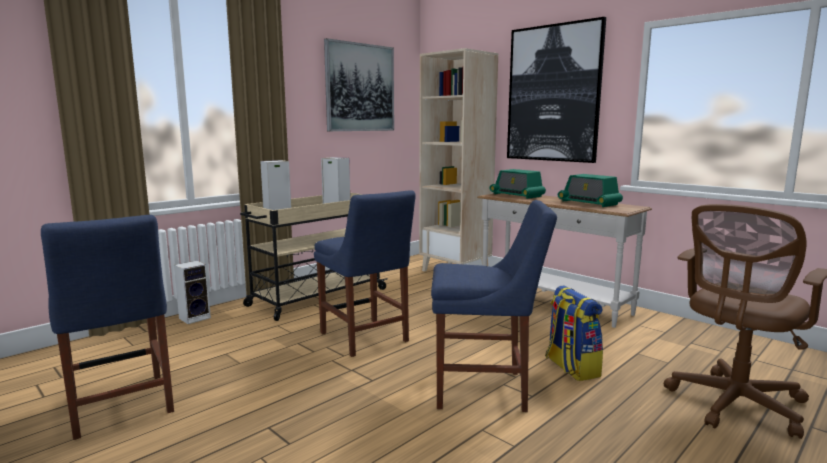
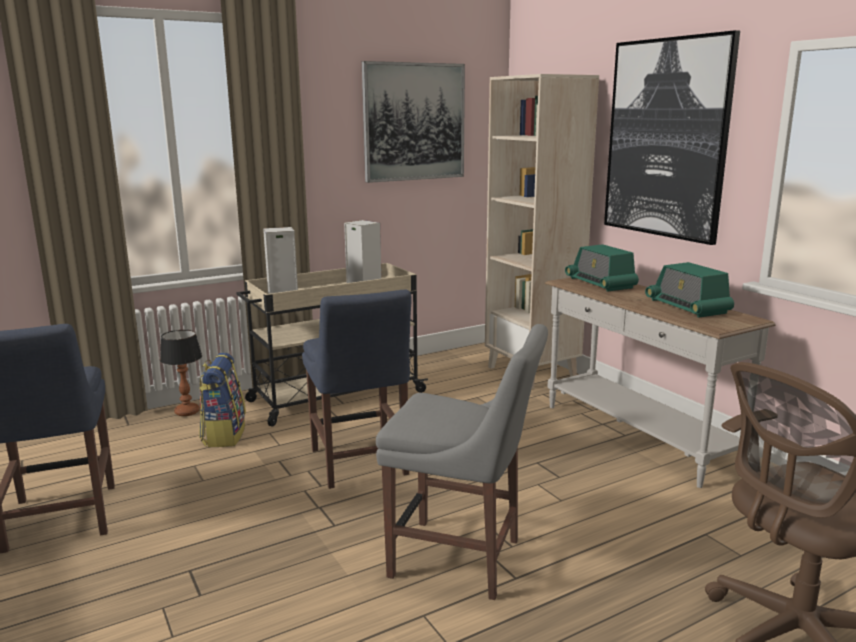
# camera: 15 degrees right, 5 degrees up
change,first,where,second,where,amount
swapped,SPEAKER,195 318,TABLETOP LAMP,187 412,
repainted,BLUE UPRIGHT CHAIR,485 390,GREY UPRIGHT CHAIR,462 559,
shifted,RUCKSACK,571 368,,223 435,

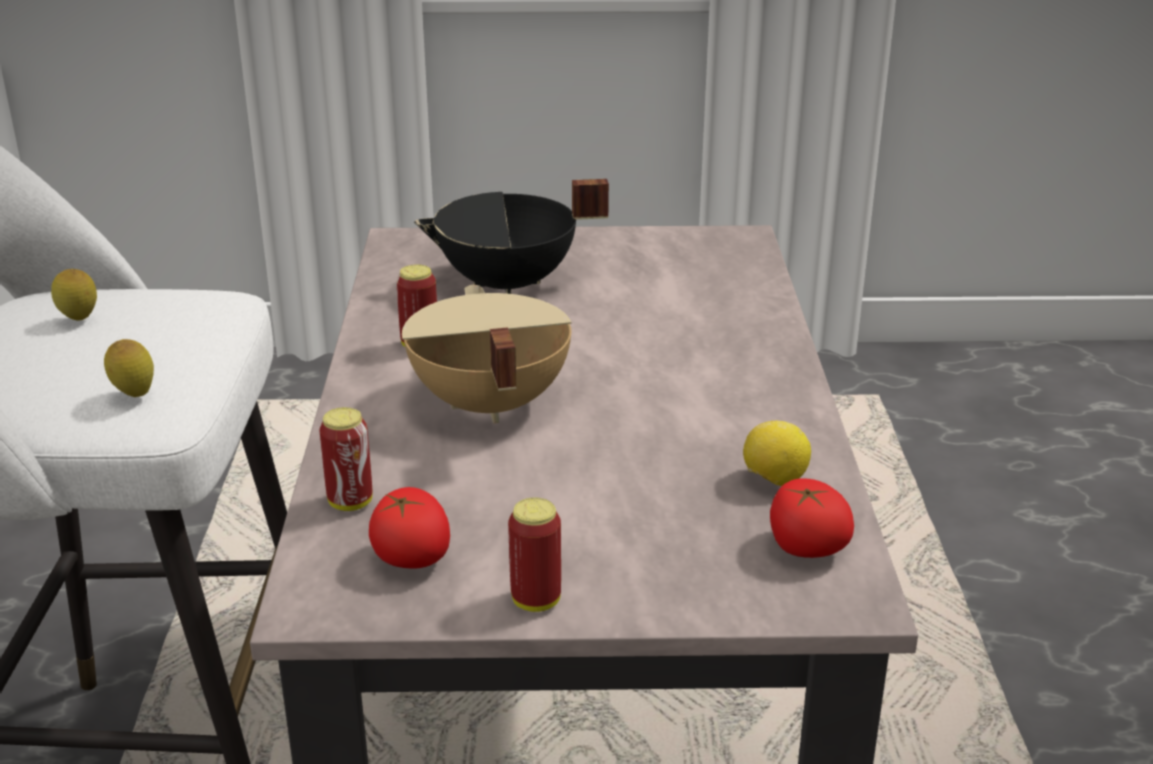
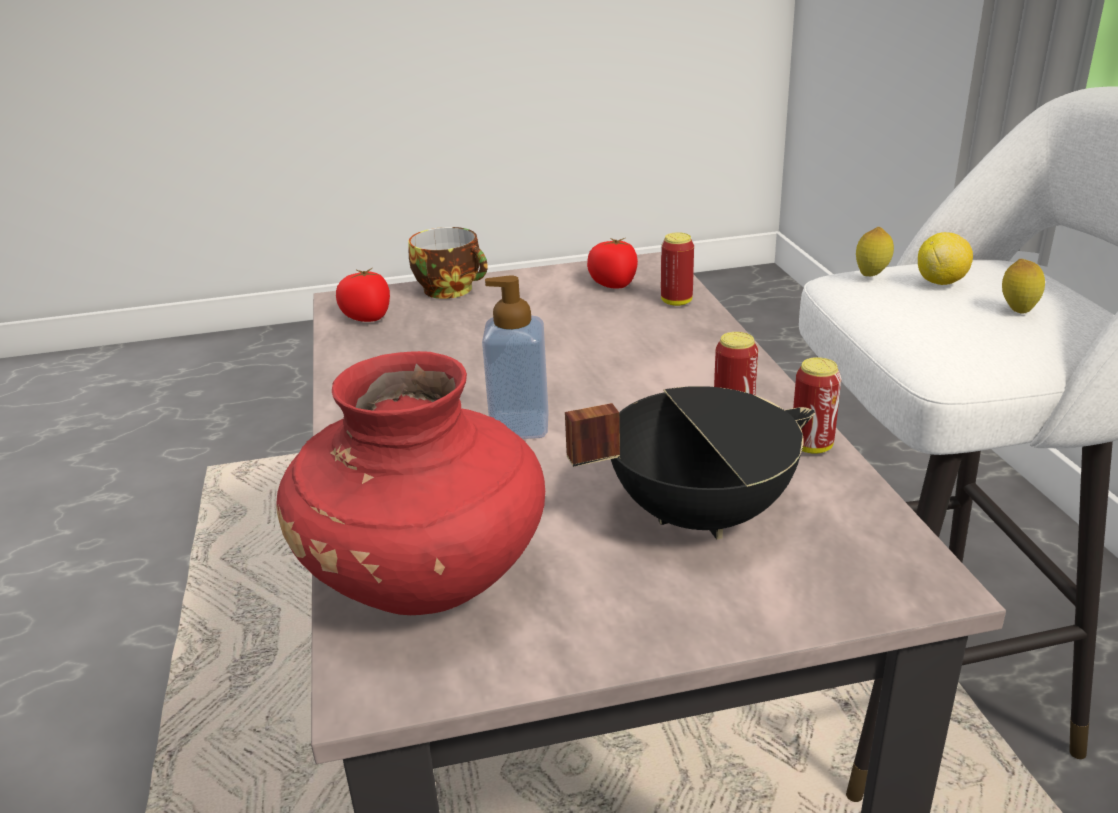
# camera: 170 degrees right, 0 degrees up
change,first,where,second,where,amount
gone,BEIGE-COLOURED STOCKPOT,487 405,,,
shifted,SEALED CAN,536 600,,811 446,
shifted,LEMON,774 480,,941 282,
new,,,RED FLOWER VASE,428 579,
new,,,SMALL CUP,452 289,
new,,,SOAP BOTTLE,520 426,

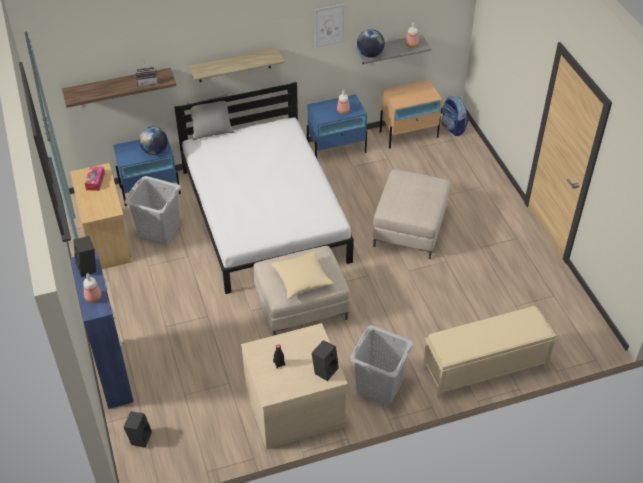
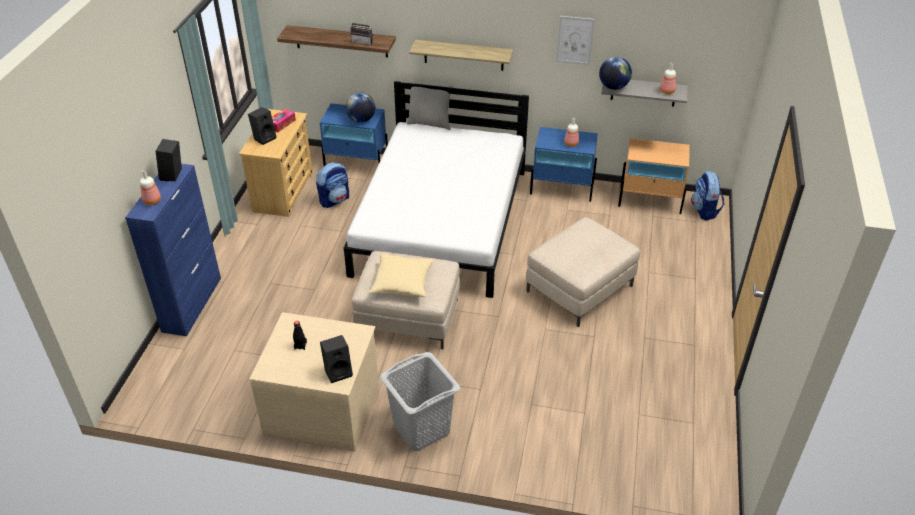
# camera: 30 degrees right, 5 degrees down
change,first,where,second,where,amount
swapped,GREY WASHING BASKET,159 231,RUCKSACK,334 200,
shifted,BLACKISH SPEAKER,139 437,,264 138,
gone,BEIGE-COLOURED BENCH,484 368,,,

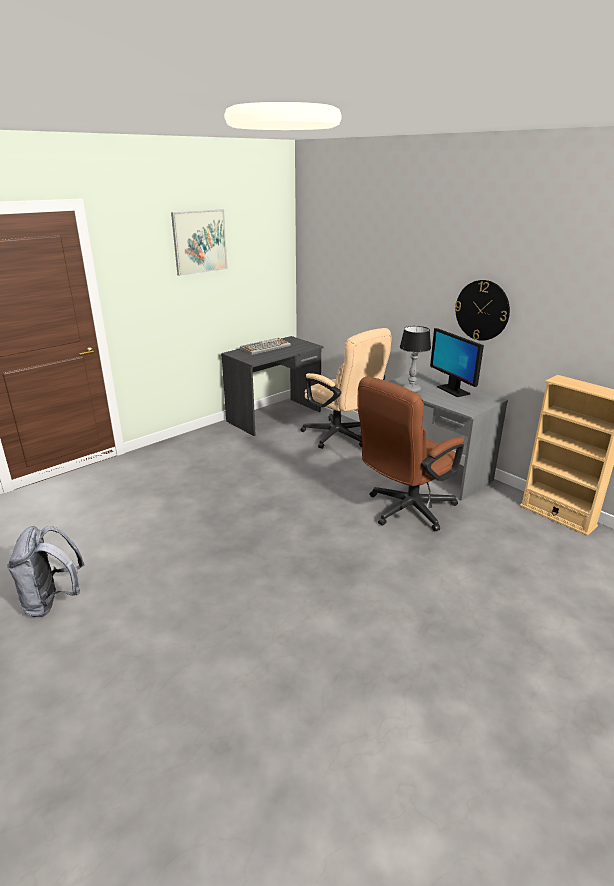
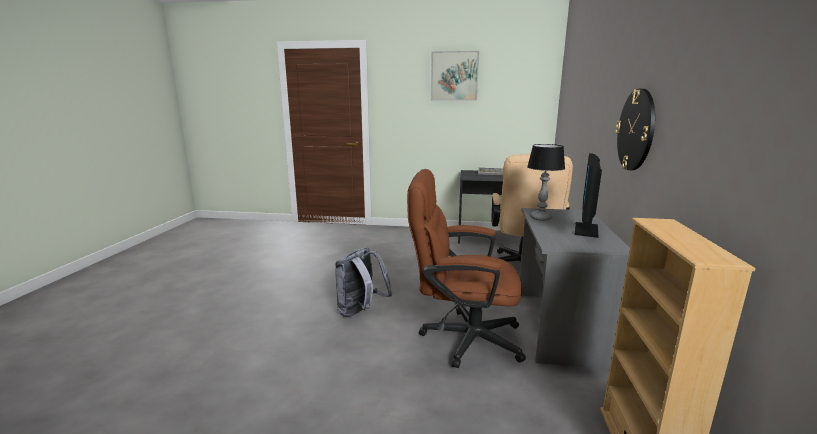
# camera: 50 degrees right, 10 degrees down
change,first,where,second,where,amount
shifted,GREY RUCKSACK,53 601,,361 312,

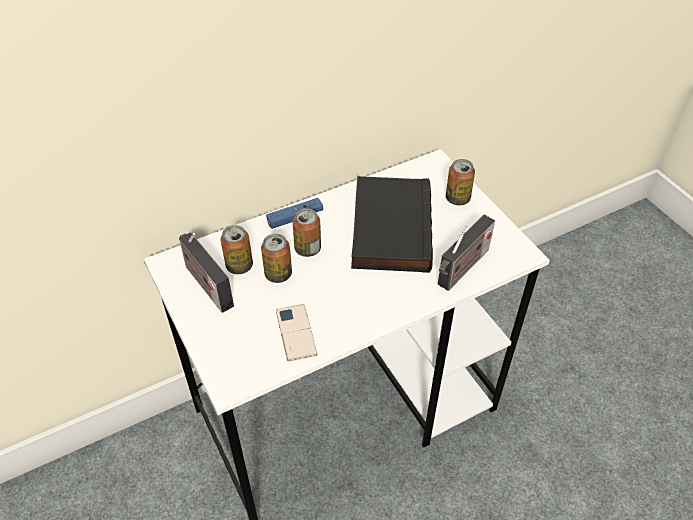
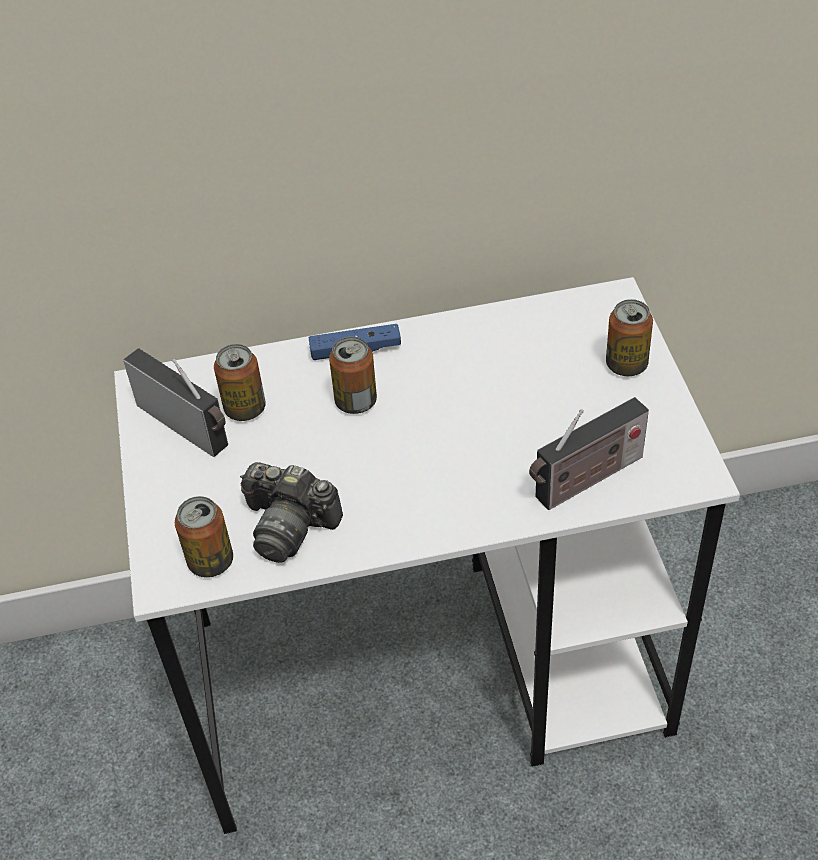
# camera: 20 degrees right, 0 degrees up
change,first,where,second,where,amount
rotated,RADIO SET,206 284,,187 427,150 degrees clockwise
shifted,SEALED CAN,278 274,,210 561,
swapped,TELEPHONE,296 332,STILL CAMERA,289 525,
gone,BLACKISH VOLUME,388 227,,,

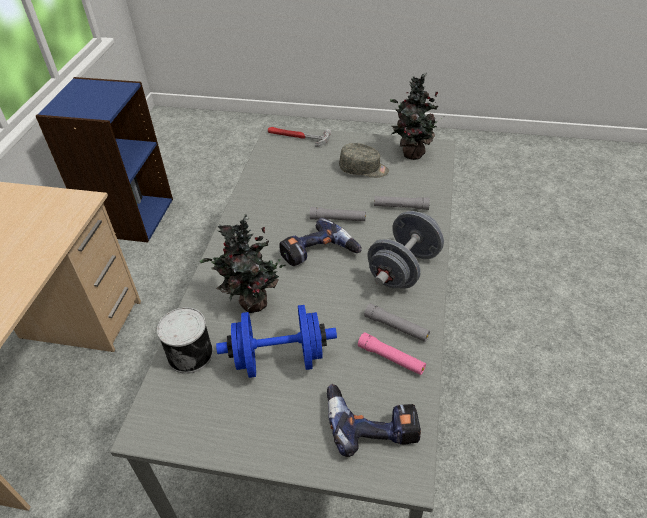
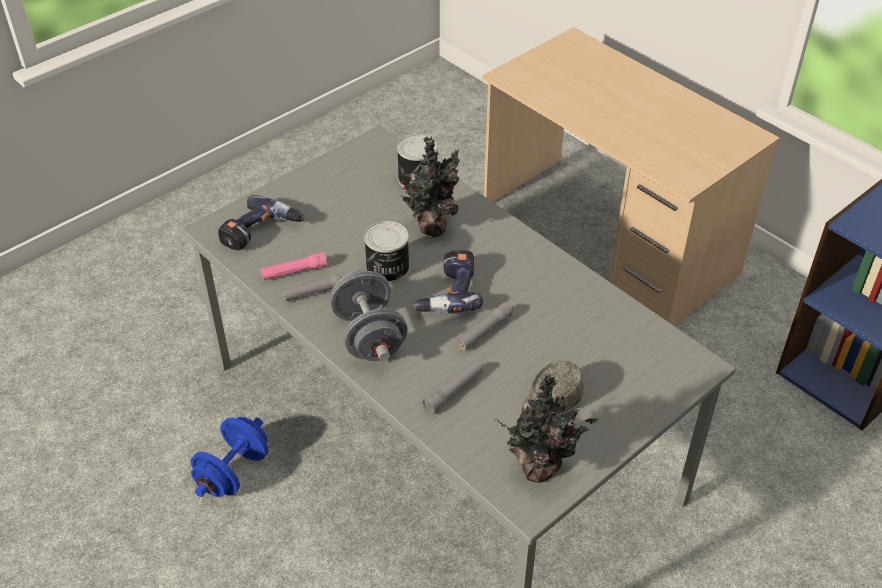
# camera: 125 degrees right, 0 degrees up
change,first,where,second,where,amount
shifted,BLUE FREE WEIGHT,279 359,,233 472,
gone,HAMMER,297 137,,,
new,,,SEALED CAN,387 269,

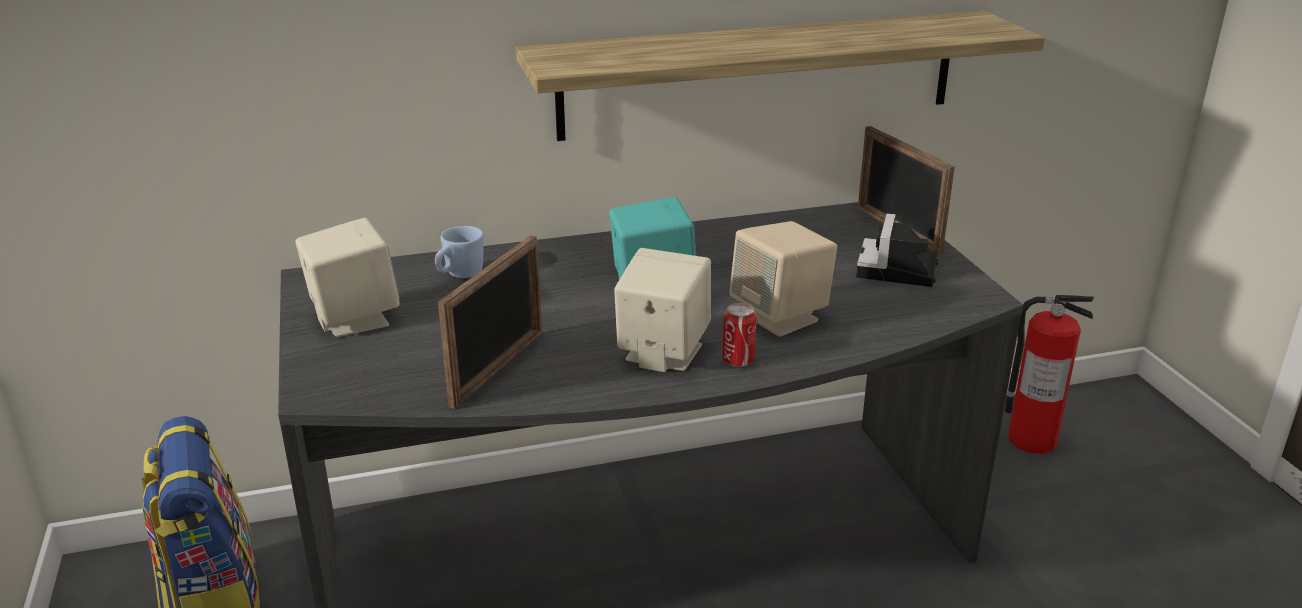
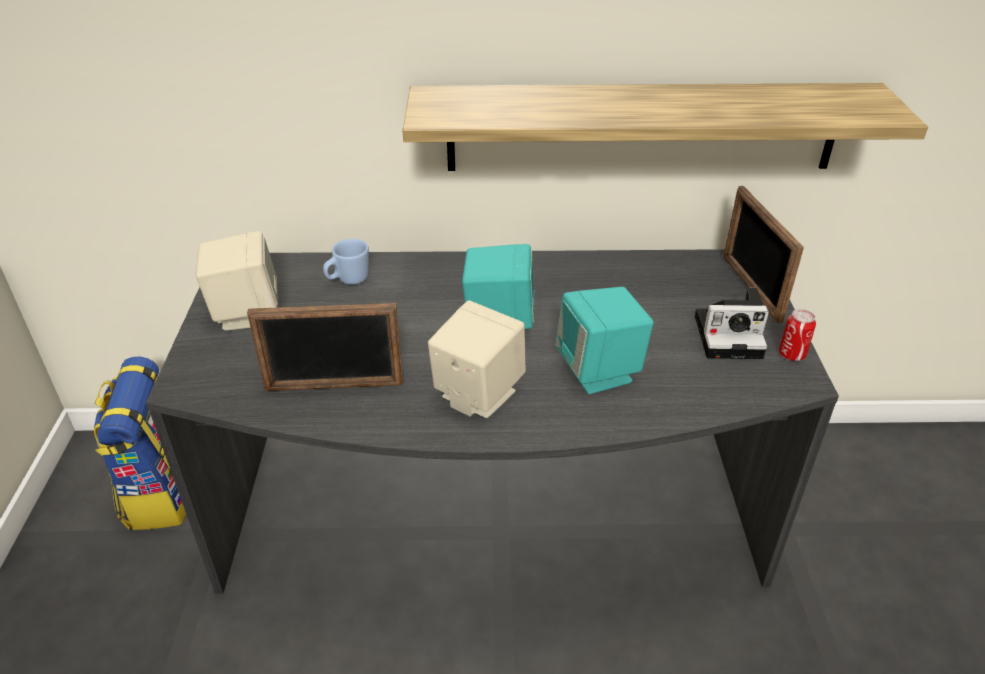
# camera: 15 degrees right, 10 degrees up
change,first,where,second,where,amount
rotated,PHOTO FRAME,498 368,,334 386,45 degrees clockwise
shifted,SEALED CAN,738 360,,792 354,
repainted,BEIGE-COLOURED SPEAKER,780 317,TURQUOISE-COLOURED SPEAKER,599 371,
rotated,STILL CAMERA,897 271,,731 336,120 degrees counterclockwise
gone,FIRE EXTINGUISHER,1030 439,,,

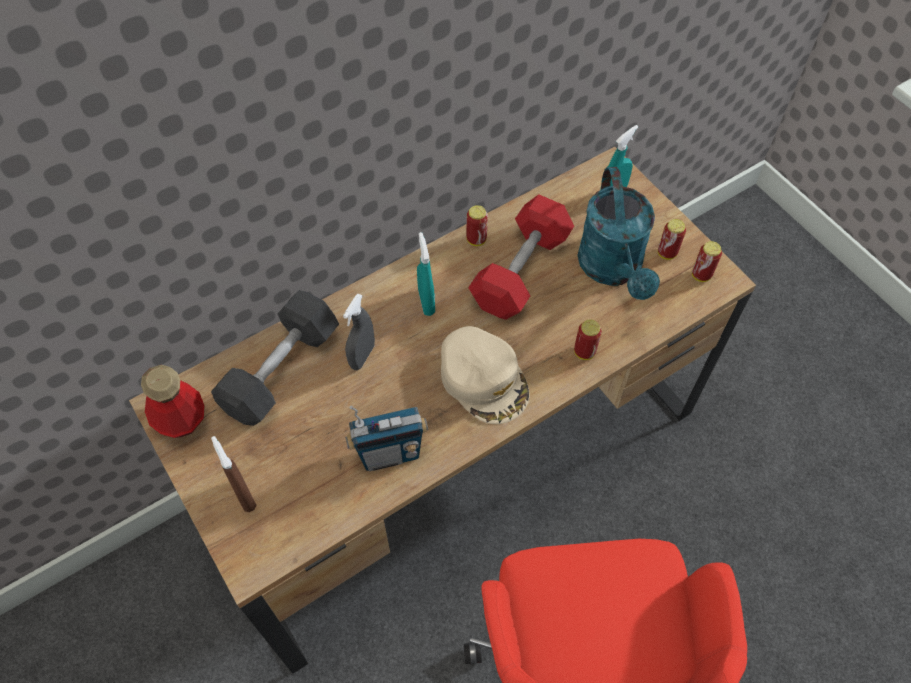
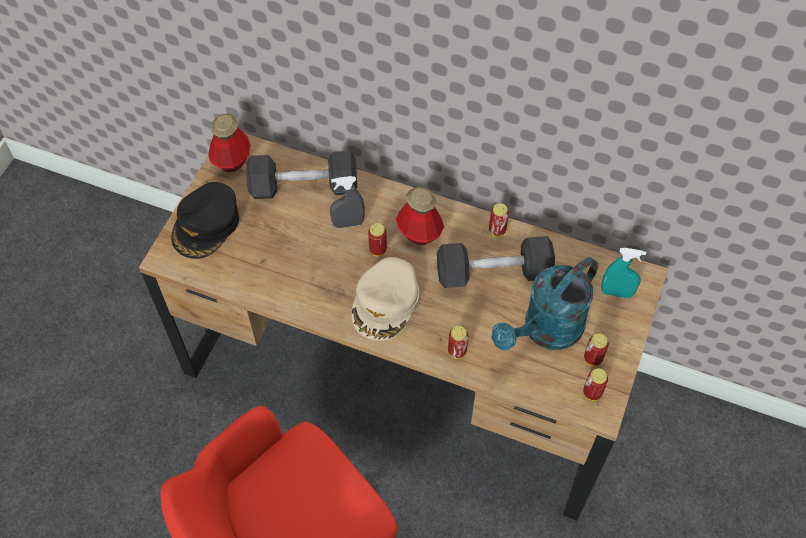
# camera: 55 degrees right, 0 degrees up
change,first,where,second,where,amount
swapped,BROWN SPRAYER,244 495,BLACKISH CAP,206 225,
gone,RADIO SET,389 453,,,
swapped,TURQUOISE-COLOURED SPRAYER,426 302,BEVERAGE BOTTLE,419 233,
repainted,RED FREE WEIGHT,520 270,GREY FREE WEIGHT,493 273,
new,,,SEALED CAN,378 250,

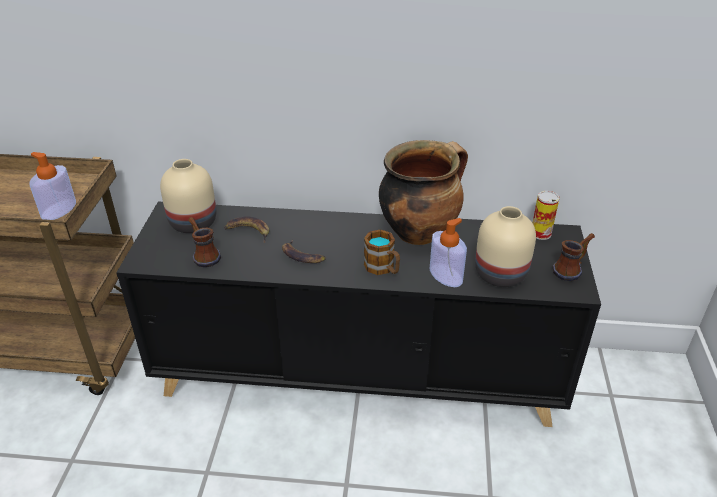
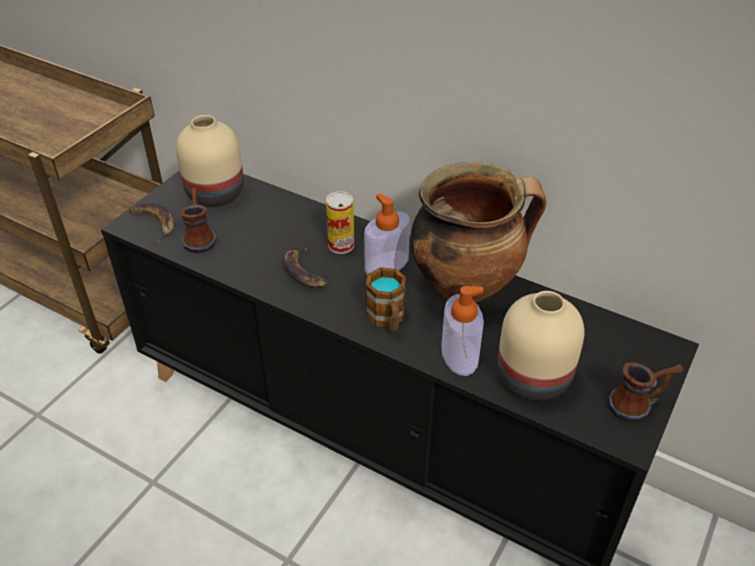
# camera: 25 degrees right, 5 degrees up
change,first,where,second,where,amount
shifted,SOAP BOTTLE,59 210,,386 264,
shifted,BANANA,248 231,,154 223,
shifted,SEALED CAN,541 233,,341 245,

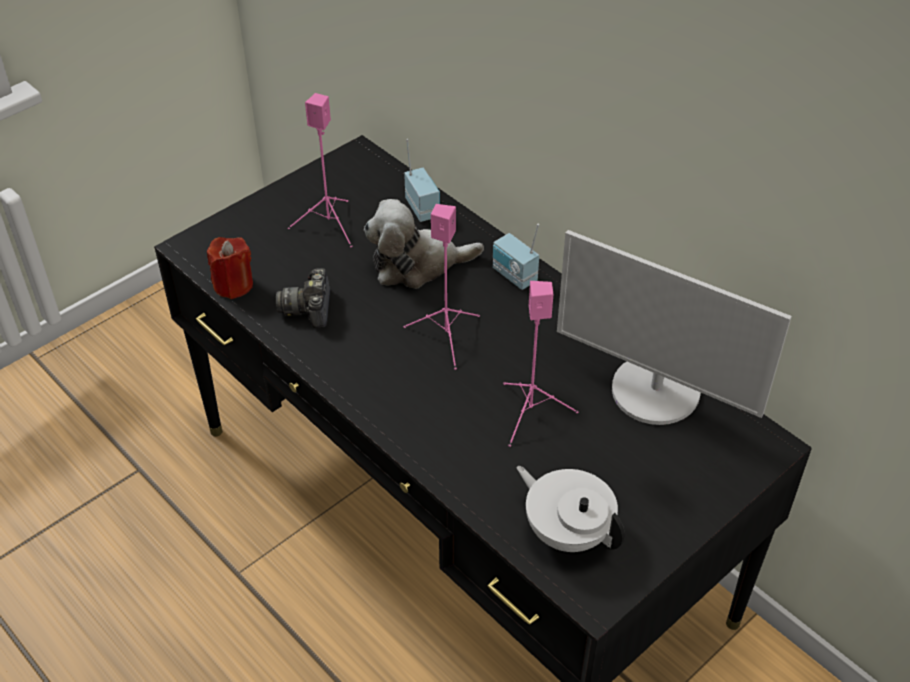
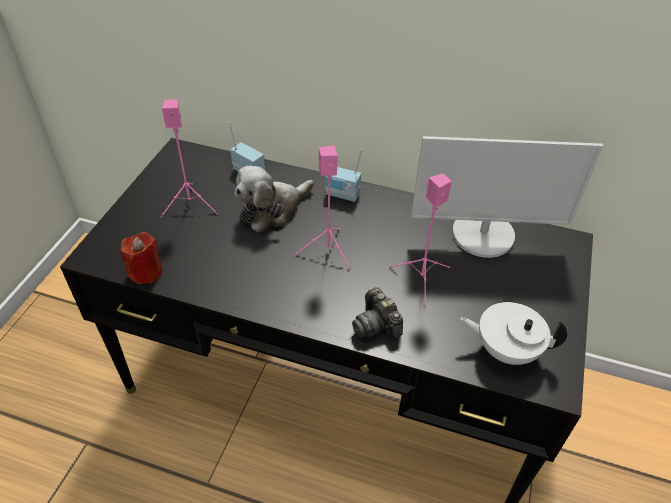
# camera: 30 degrees left, 0 degrees up
change,first,where,second,where,amount
shifted,STILL CAMERA,309 309,,376 324,

